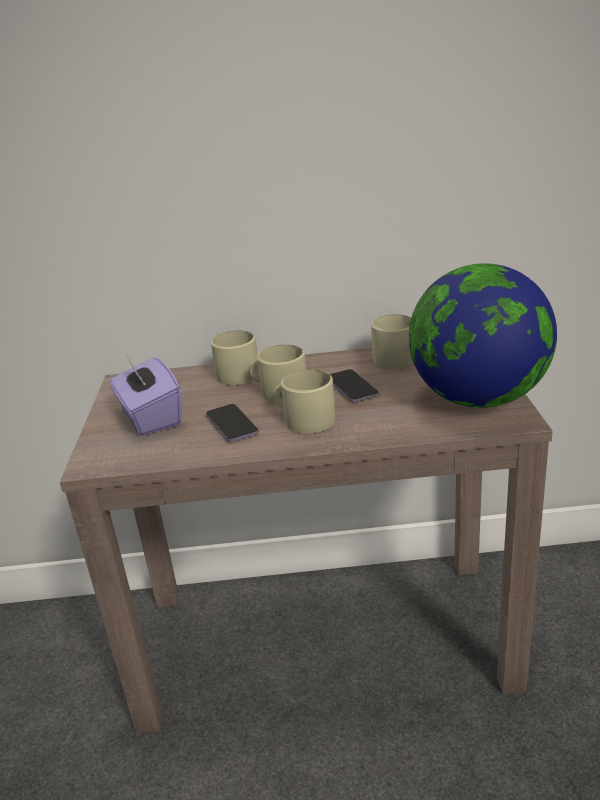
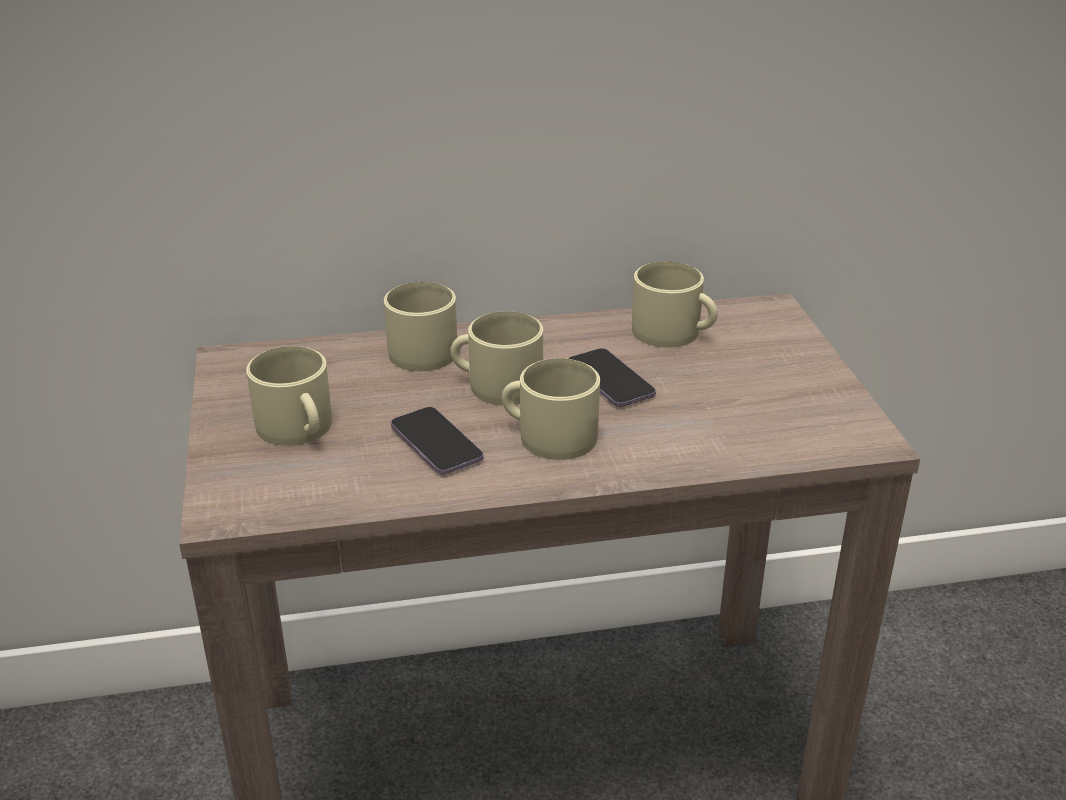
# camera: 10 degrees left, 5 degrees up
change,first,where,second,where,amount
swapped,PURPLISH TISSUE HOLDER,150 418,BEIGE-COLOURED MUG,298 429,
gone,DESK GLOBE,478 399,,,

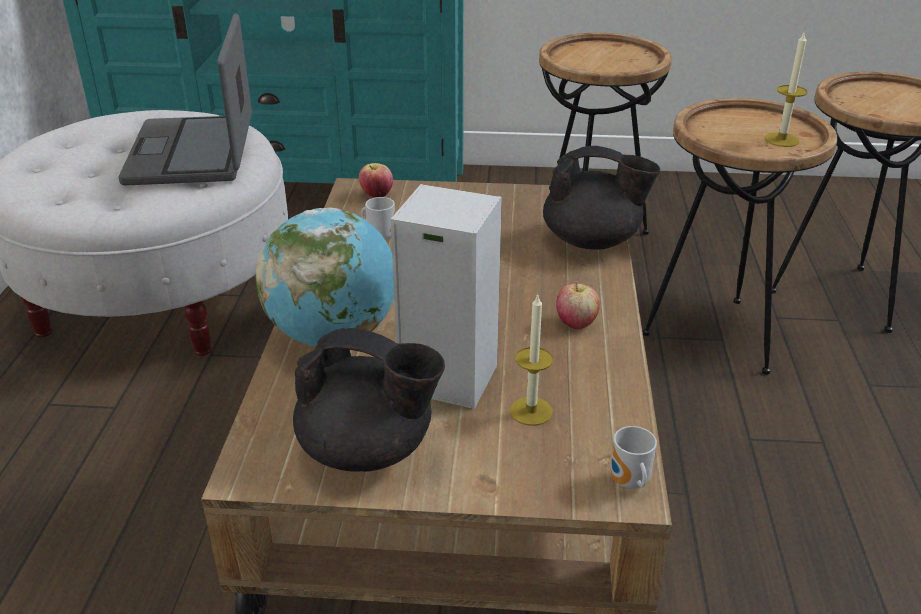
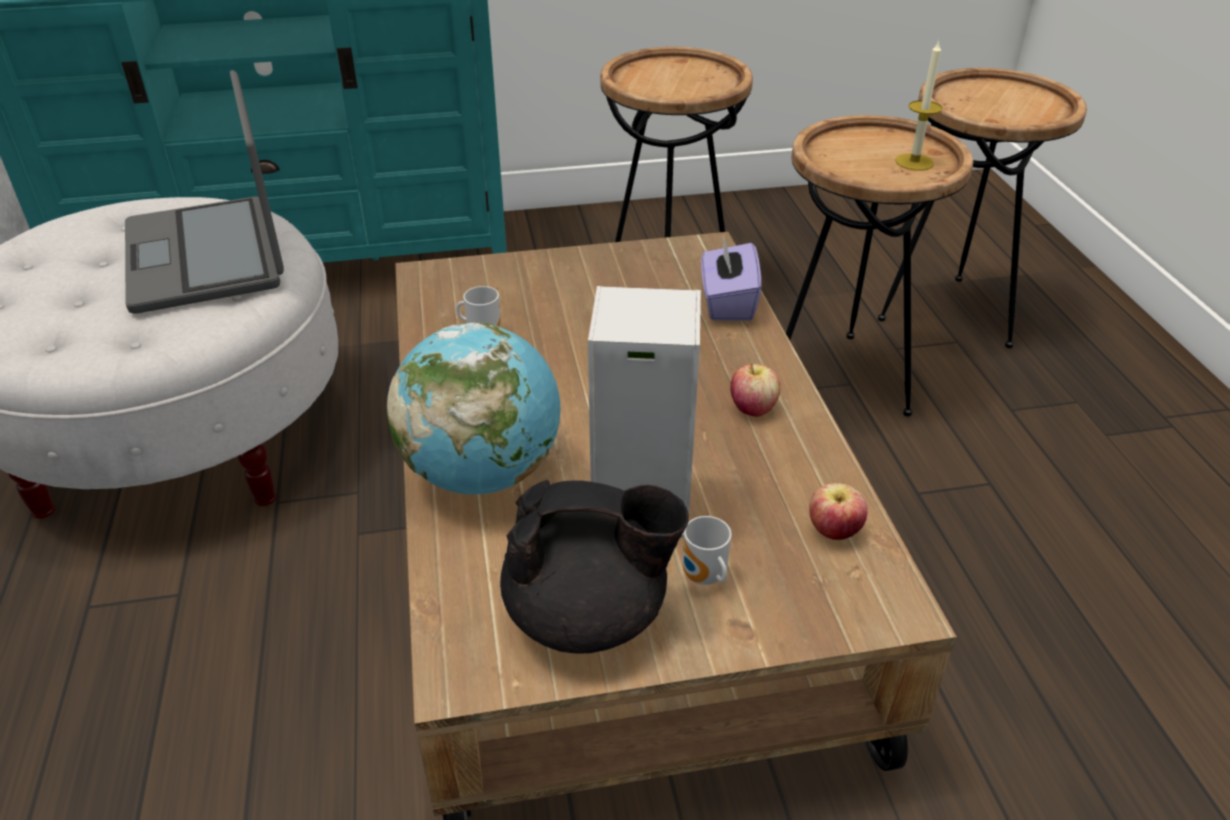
# camera: 15 degrees left, 5 degrees up
change,first,where,second,where,amount
shifted,APPLE,376 195,,833 531,
gone,WAX LIGHT,531 411,,,
swapped,BLACKISH TEA POT,593 241,PURPLISH TISSUE HOLDER,727 303,
shifted,MUG,628 484,,704 578,

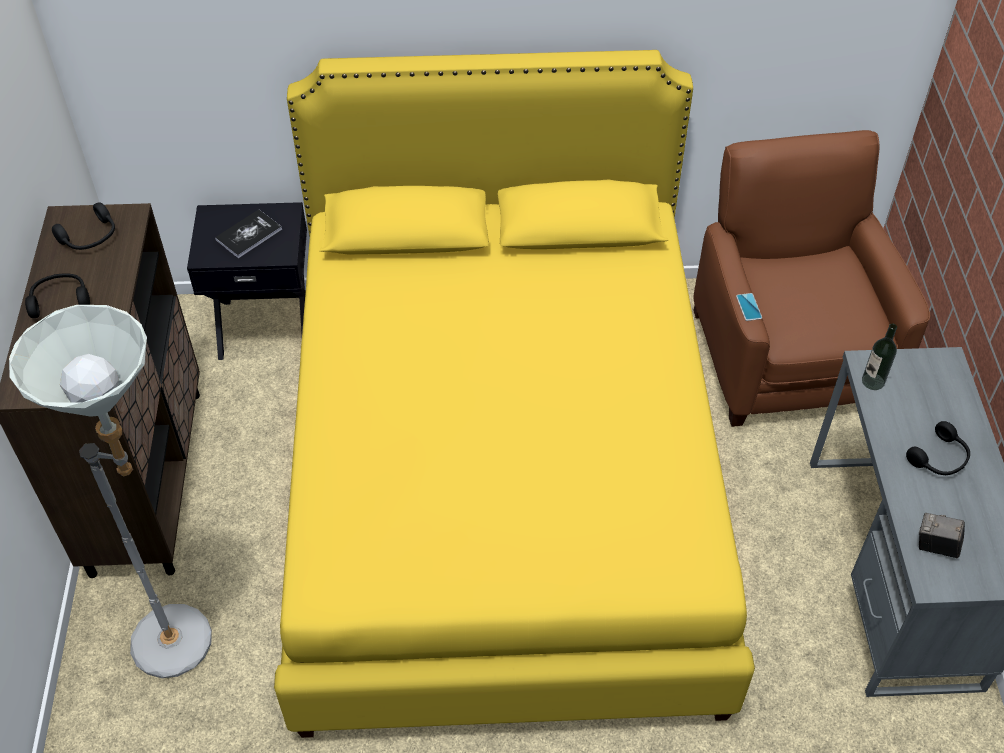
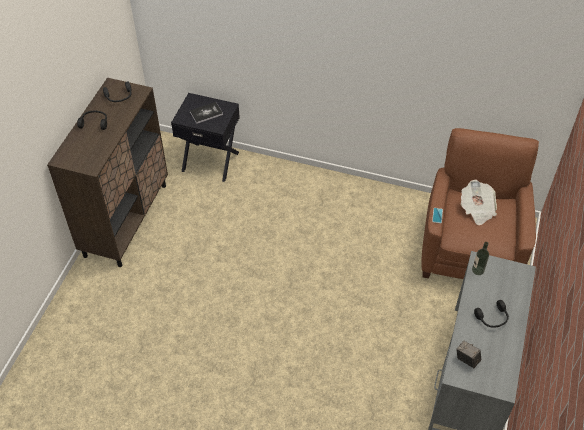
# camera: 20 degrees right, 0 degrees up
change,first,where,second,where,amount
gone,GREY FLOOR LAMP,189 644,,,
gone,YELLOW BED,501 482,,,
new,,,DAILY PAPER,477 209,

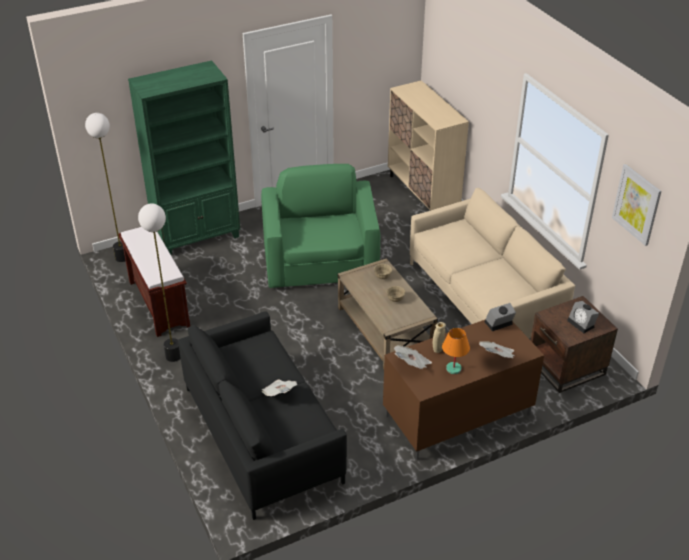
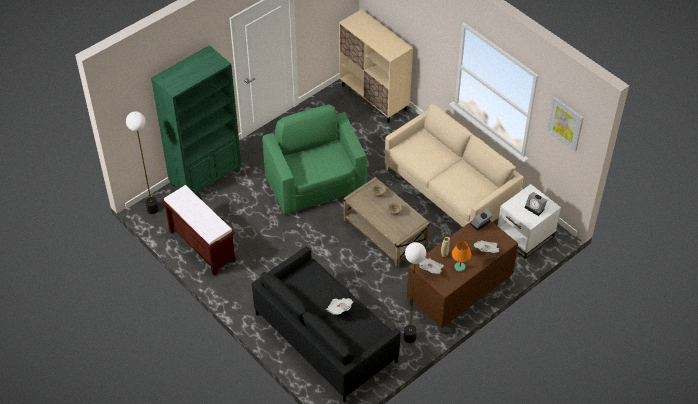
# camera: 15 degrees left, 10 degrees up
change,first,where,second,where,amount
shifted,FLOOR LAMP,173 356,,409 337,
repainted,BROWN ACCENT TABLE,567 367,WHITE-COLOURED ACCENT TABLE,525 236,

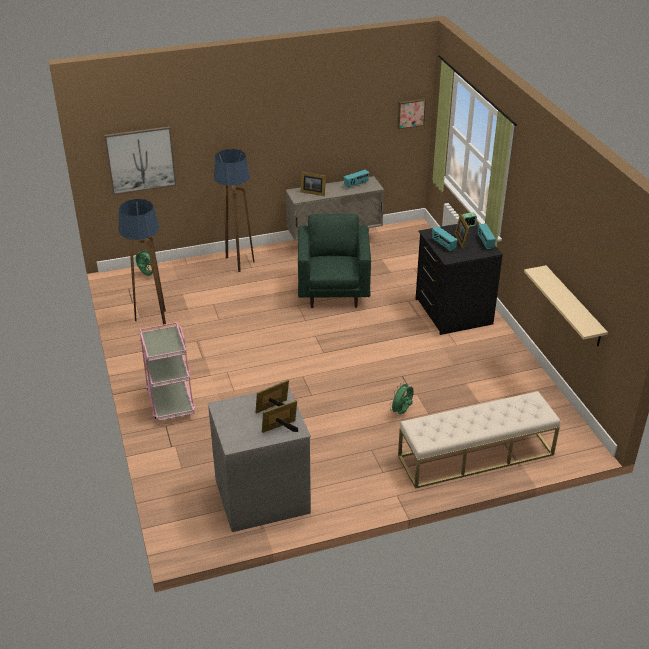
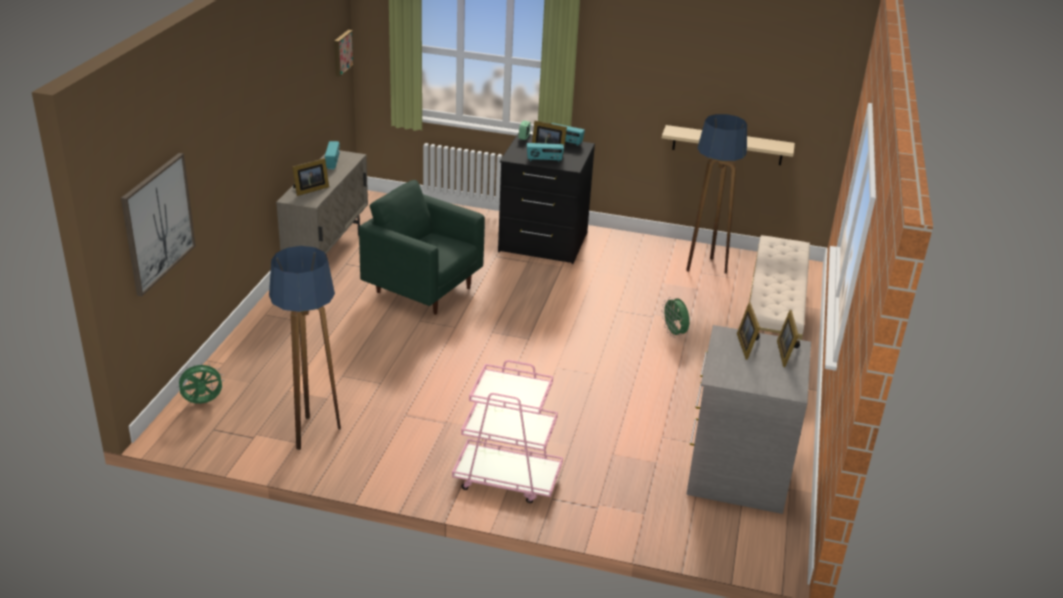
# camera: 60 degrees left, 5 degrees down
change,first,where,second,where,amount
shifted,FLOOR LAMP,237 262,,704 268,

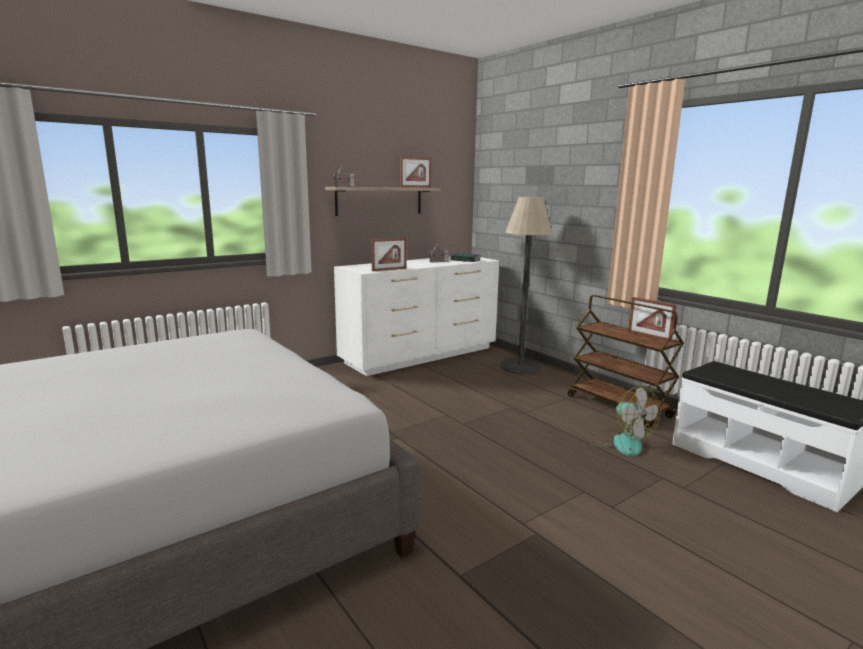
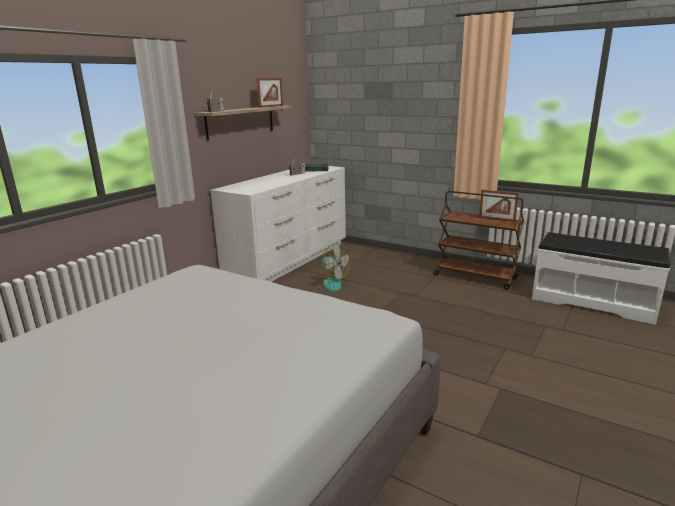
# camera: 20 degrees left, 5 degrees up
change,first,where,second,where,amount
gone,PHOTO FRAME,389 269,,,
gone,FLOOR LAMP,520 366,,,
shifted,COOLING FAN,620 442,,327 284,

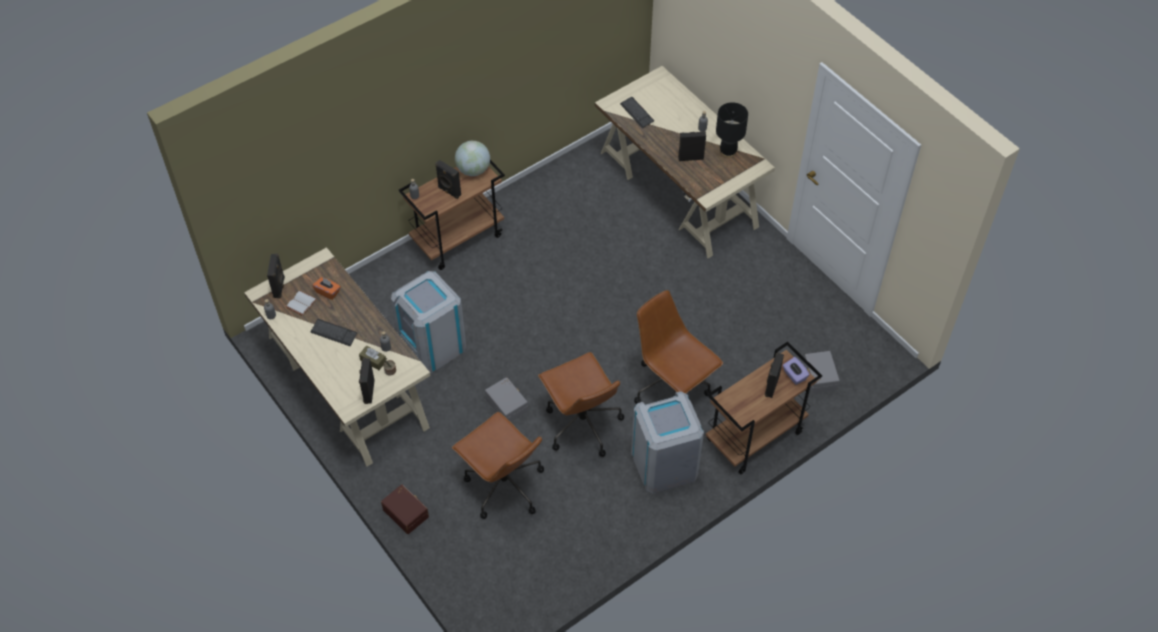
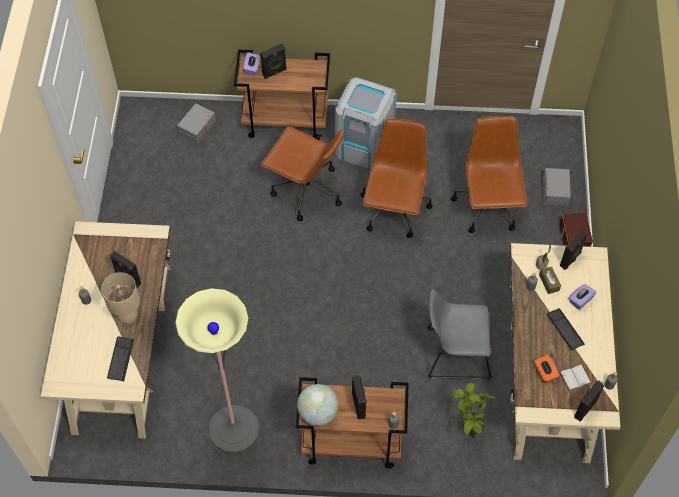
# camera: 140 degrees left, 5 degrees up
change,first,where,second,where,amount
swapped,GREY WASTE BIN,433 345,GREY UPRIGHT CHAIR,454 353,
shifted,GREY STORAGE CONTAINER,507 404,,554 191,
rotated,BROWN DESK CHAIR,672 388,,306 190,60 degrees counterclockwise
gone,BLACKISH TABLETOP LAMP,728 152,,,
new,,,BEIGE-COLOURED TABLETOP LAMP,128 317,
new,,,FLOOR LAMP,234 429,
new,,,PLANT IN A POT,466 433,
new,,,PURPLISH TISSUE HOLDER,580 300,

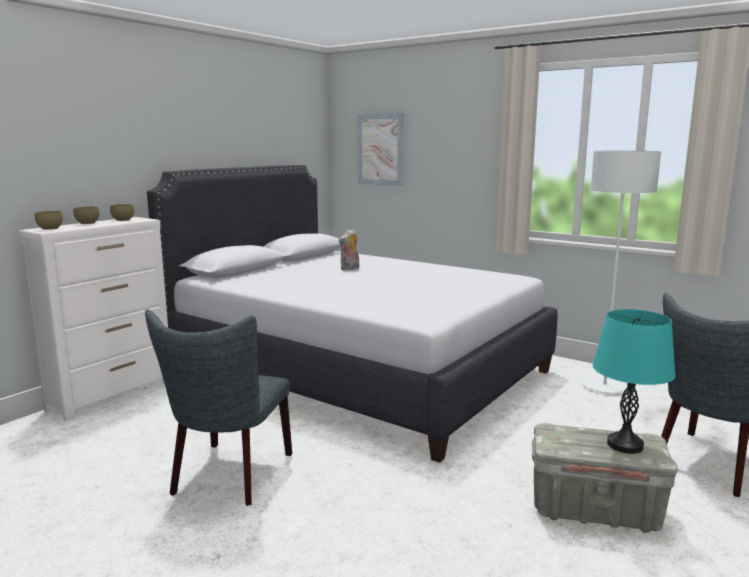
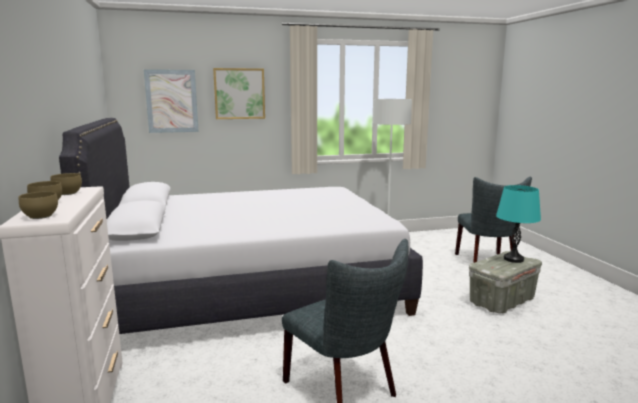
# camera: 50 degrees left, 0 degrees up
change,first,where,second,where,amount
gone,PLUSH TOY,350 269,,,
new,,,WALL ART,239 93,

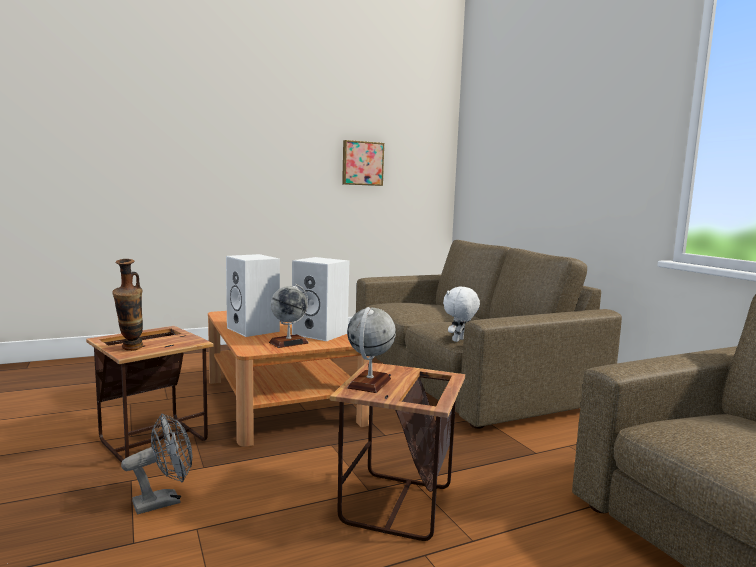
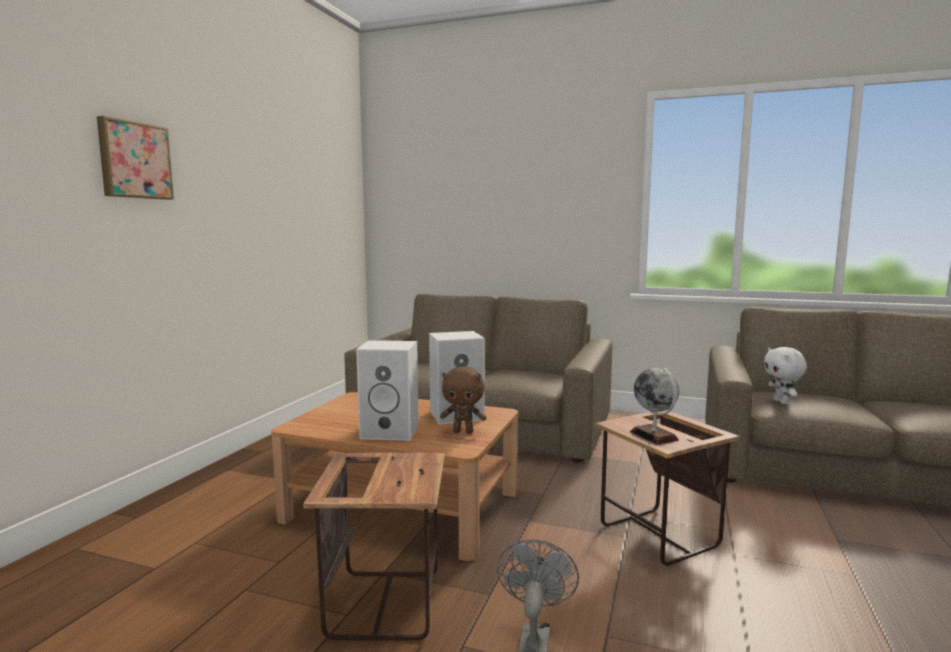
# camera: 45 degrees left, 0 degrees up
change,first,where,second,where,amount
gone,FLOWER VASE,130 350,,,
swapped,DESK GLOBE,289 342,BROWN PLUSH TOY,463 432,
shifted,WALL ART,362 163,,134 160,
shifted,WHITE-COLOURED PLUSH TOY,459 340,,781 402,

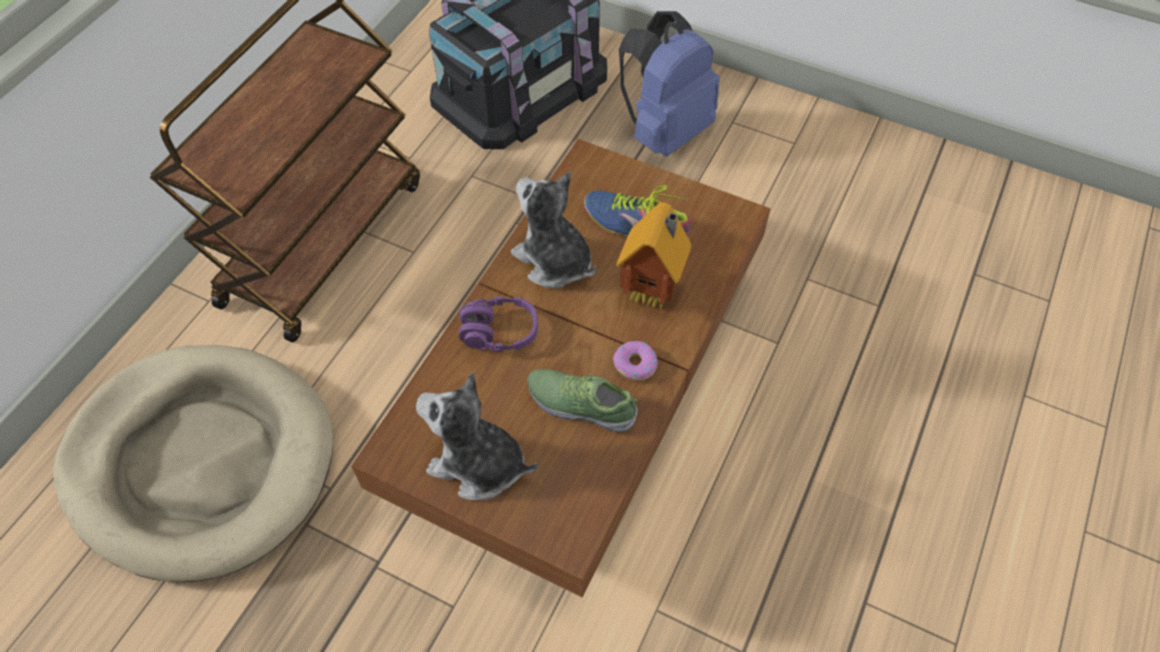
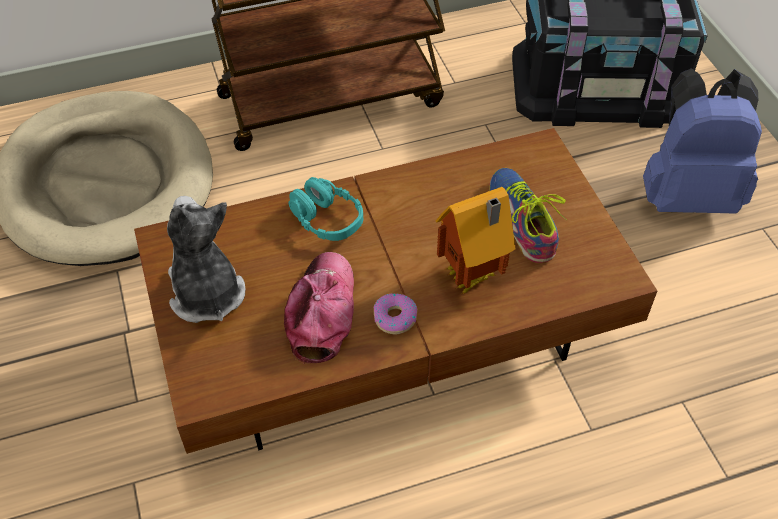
# camera: 45 degrees right, 5 degrees down
change,first,where,second,where,amount
repainted,PURPLISH HEADSET,499 332,TURQUOISE-COLOURED HEADSET,326 219,
gone,PLUSH TOY,554 261,,,
swapped,ITEM OF FOOTWEAR,581 404,CAP,322 312,

